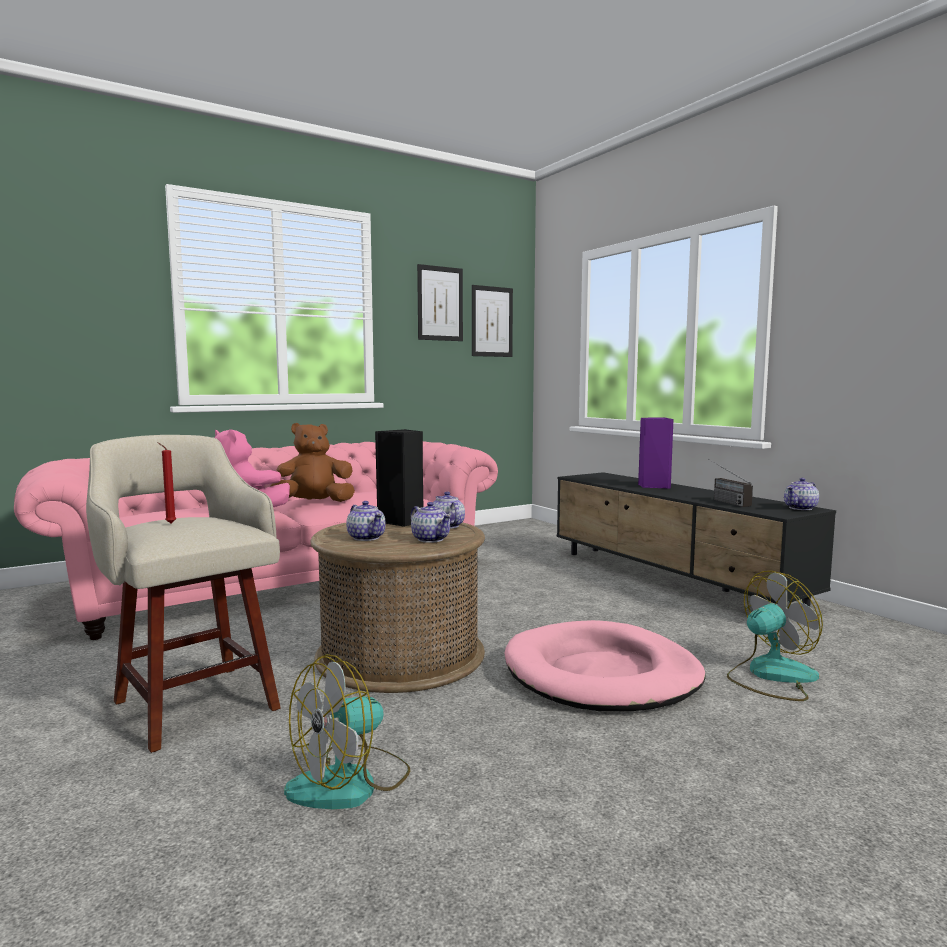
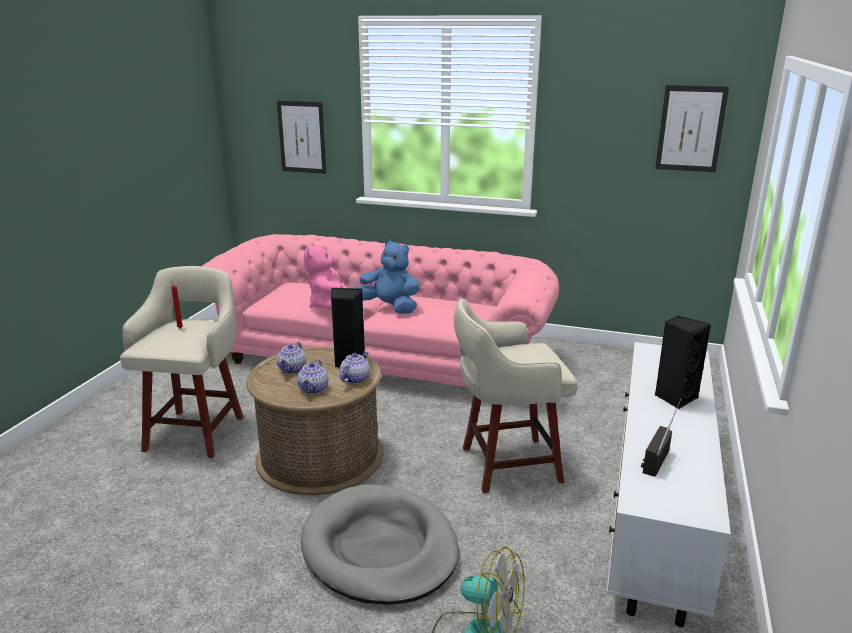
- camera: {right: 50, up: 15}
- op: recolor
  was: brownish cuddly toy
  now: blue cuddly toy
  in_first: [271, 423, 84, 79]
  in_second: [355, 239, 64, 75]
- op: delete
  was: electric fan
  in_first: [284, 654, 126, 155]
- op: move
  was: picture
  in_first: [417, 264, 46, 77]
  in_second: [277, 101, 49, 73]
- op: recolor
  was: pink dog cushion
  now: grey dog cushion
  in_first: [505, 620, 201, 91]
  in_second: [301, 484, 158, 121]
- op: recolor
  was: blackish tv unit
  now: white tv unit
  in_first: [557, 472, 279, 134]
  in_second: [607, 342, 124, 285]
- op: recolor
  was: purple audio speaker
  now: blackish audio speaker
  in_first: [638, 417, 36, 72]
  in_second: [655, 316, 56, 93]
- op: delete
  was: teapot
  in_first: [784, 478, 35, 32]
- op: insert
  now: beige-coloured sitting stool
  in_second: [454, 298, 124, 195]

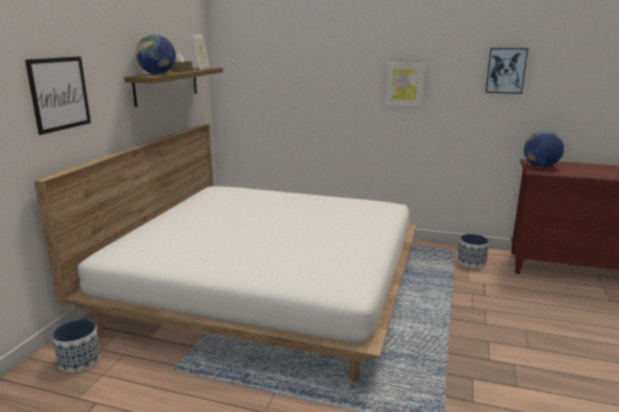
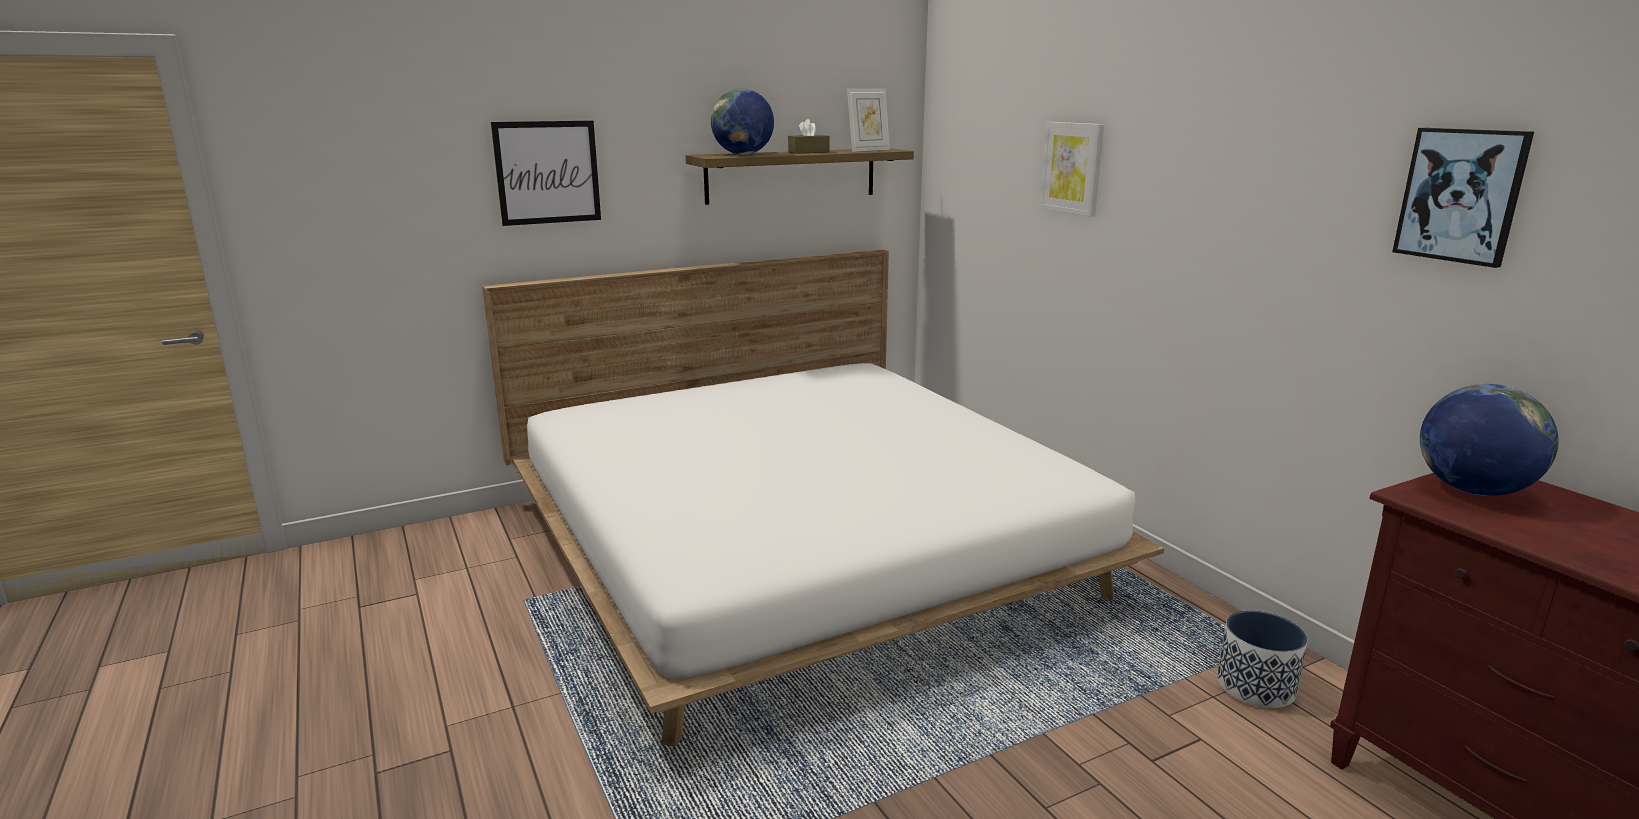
- camera: {right: 45, up: 0}
- op: delete
  was: flower pot
  in_first: [52, 319, 49, 53]
- op: move
  was: picture
  in_first: [385, 63, 40, 44]
  in_second: [1039, 122, 65, 95]

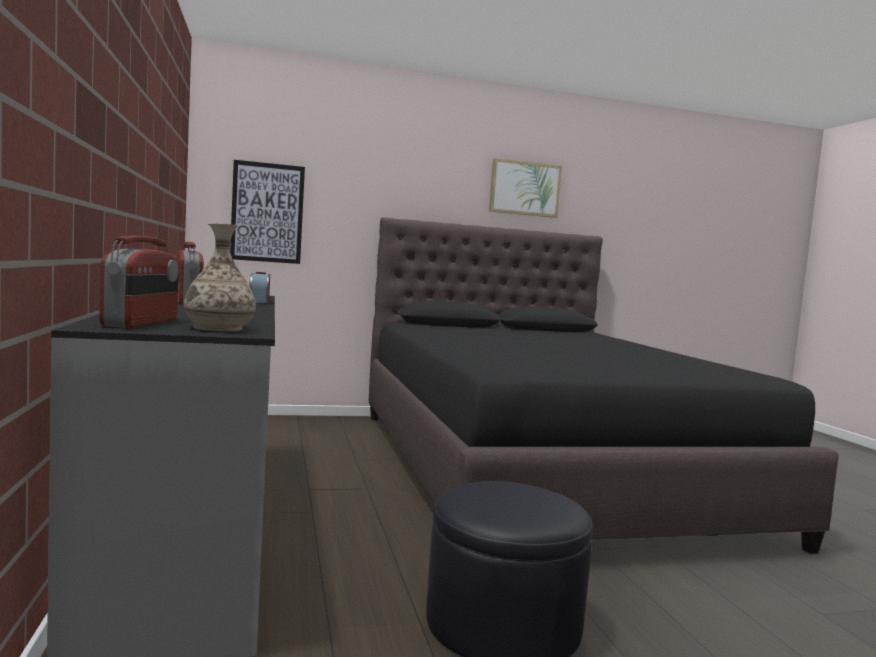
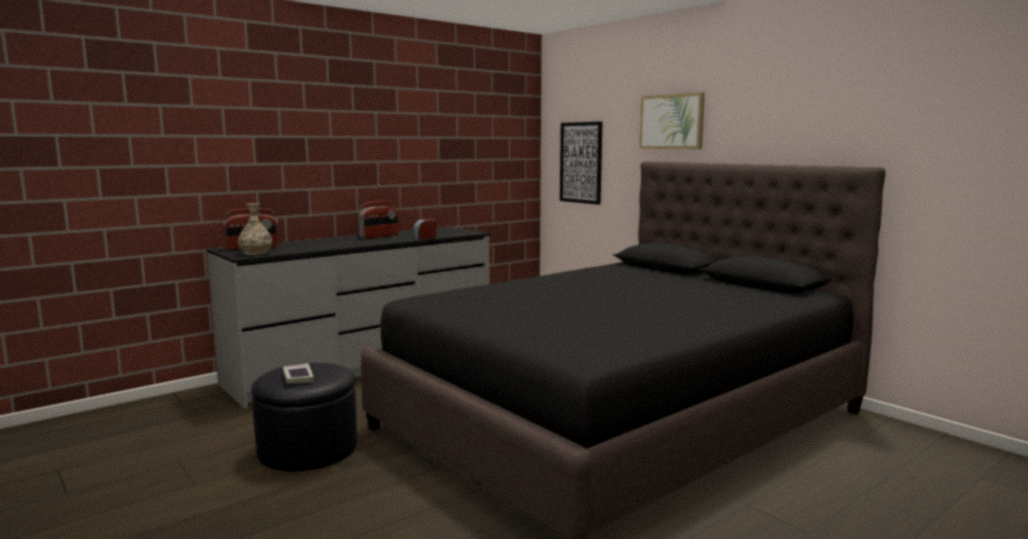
- camera: {right: 65, up: 5}
- op: move
  was: picture
  in_first: [489, 158, 73, 60]
  in_second: [639, 92, 66, 57]
- op: insert
  now: bound book
  in_second: [283, 363, 31, 21]

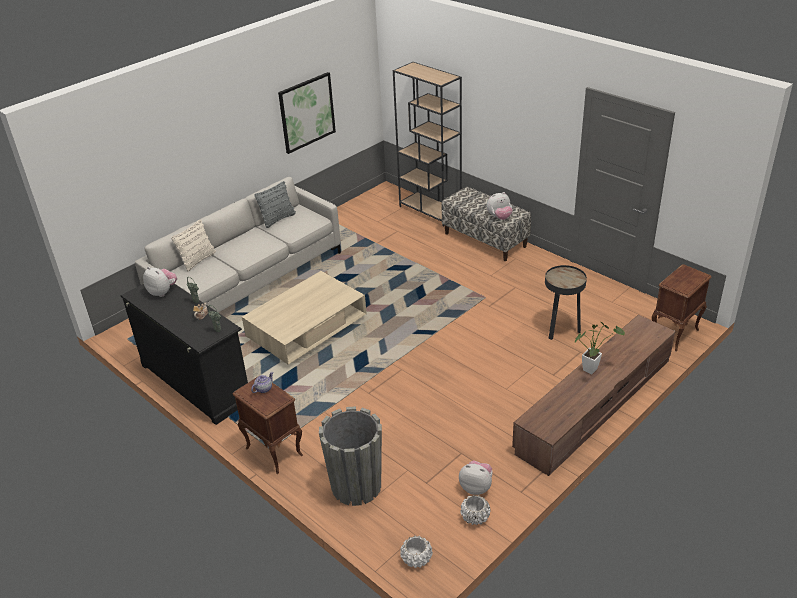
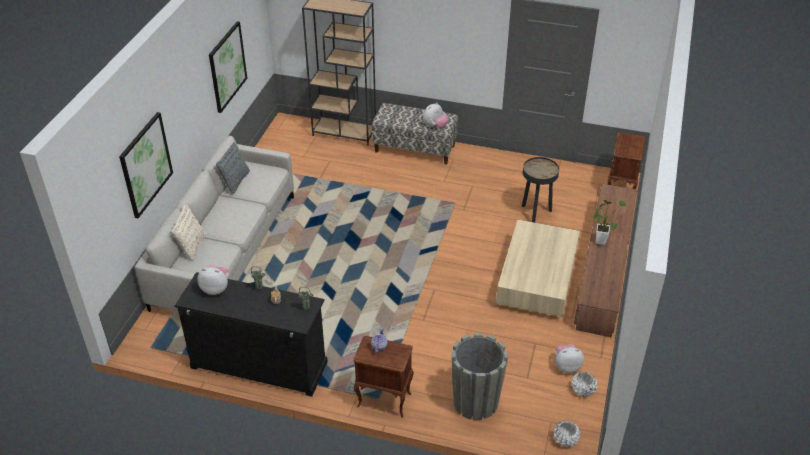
- camera: {right: -30, up: 5}
- op: move
  was: beige-coloured lounge table
  in_first: [242, 271, 125, 93]
  in_second: [496, 219, 84, 98]
- op: insert
  now: picture
  in_second: [119, 112, 54, 106]

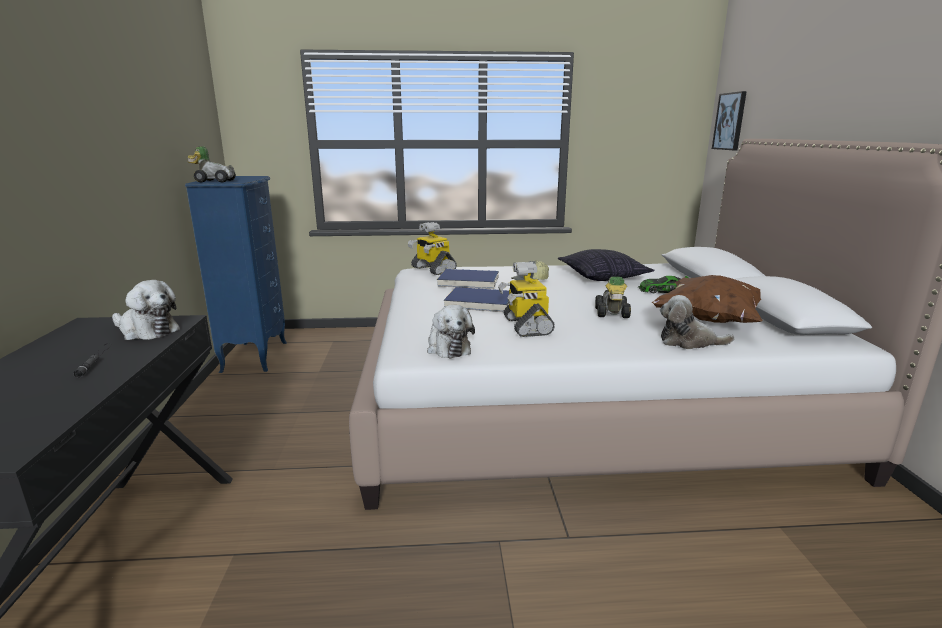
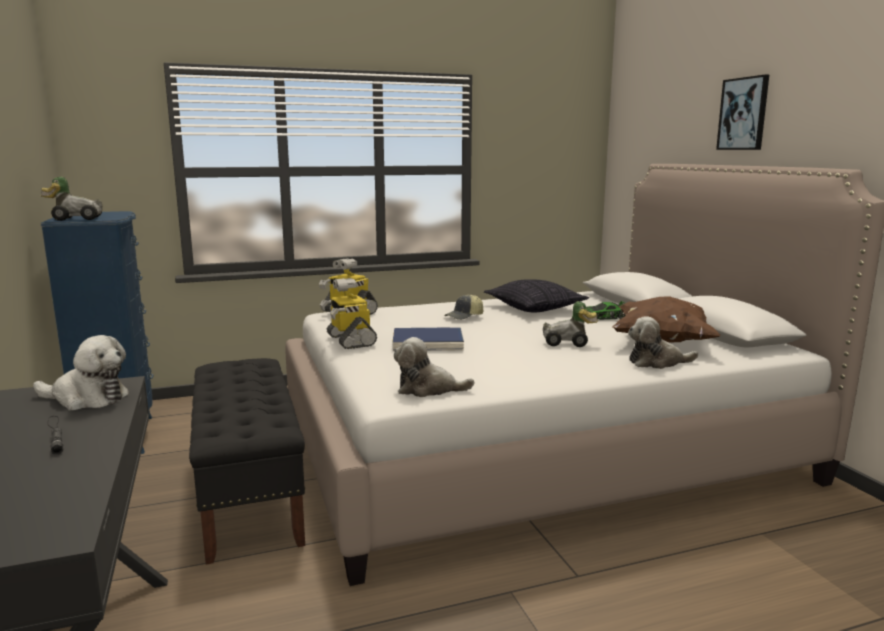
- camera: {right: -15, up: -5}
- op: rotate
  was: cuddly toy
  in_first: [427, 305, 48, 53]
  in_second: [394, 337, 80, 60]
  clockwise: 135
- op: delete
  was: blue bound book
  in_first: [437, 269, 62, 20]
- op: move
  was: model robot
  in_first: [498, 262, 57, 75]
  in_second: [320, 278, 57, 71]
- op: rotate
  was: model car
  in_first: [595, 277, 36, 41]
  in_second: [543, 301, 55, 46]
  clockwise: -75
- op: move
  was: picture
  in_first: [712, 91, 35, 59]
  in_second: [716, 74, 53, 76]
- op: insert
  now: blackish indoor bench
  in_second: [189, 358, 116, 206]

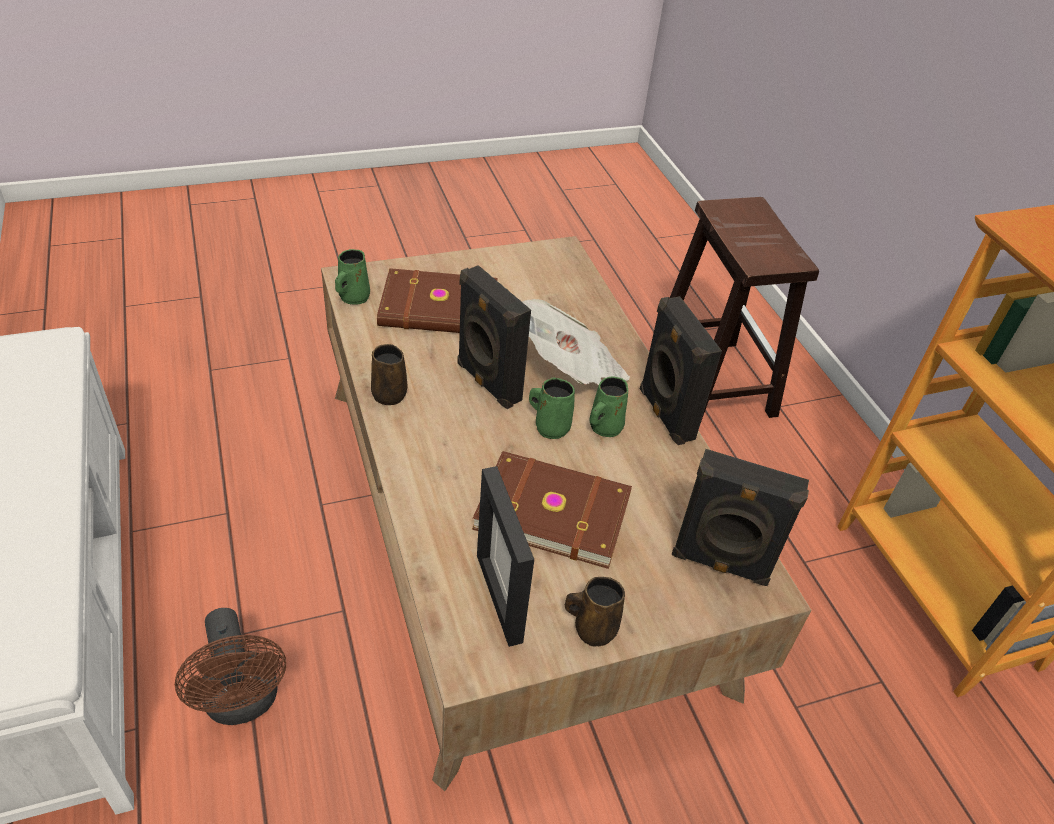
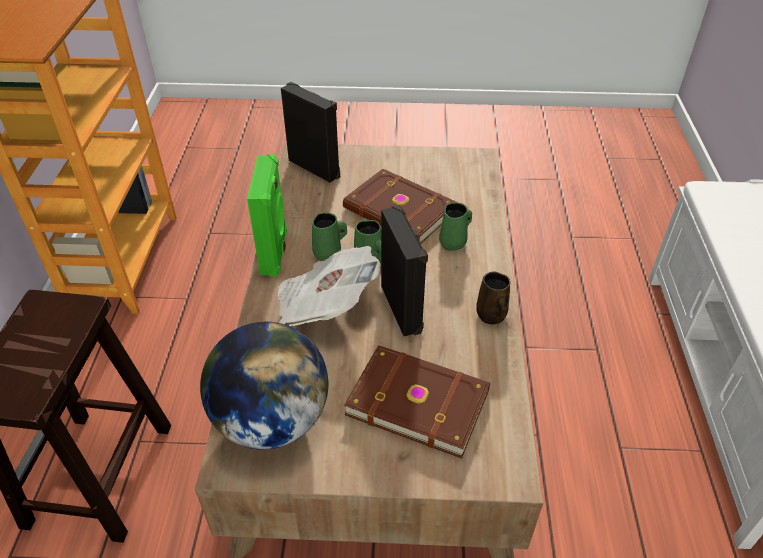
- camera: {right: -155, up: 0}
- op: delete
  was: brownish electric fan
  in_first: [175, 608, 111, 117]
- op: move
  was: green mug
  in_first: [335, 249, 35, 56]
  in_second: [439, 202, 33, 49]
- op: delete
  was: standing frame
  in_first: [477, 466, 57, 181]
- op: delete
  was: brownish mug
  in_first: [565, 577, 60, 70]
- op: recolor
  was: blackish audio speaker
  now: green audio speaker
  in_first: [640, 296, 82, 149]
  in_second: [247, 154, 40, 123]
- op: insert
  now: globe
  in_second: [200, 322, 128, 128]

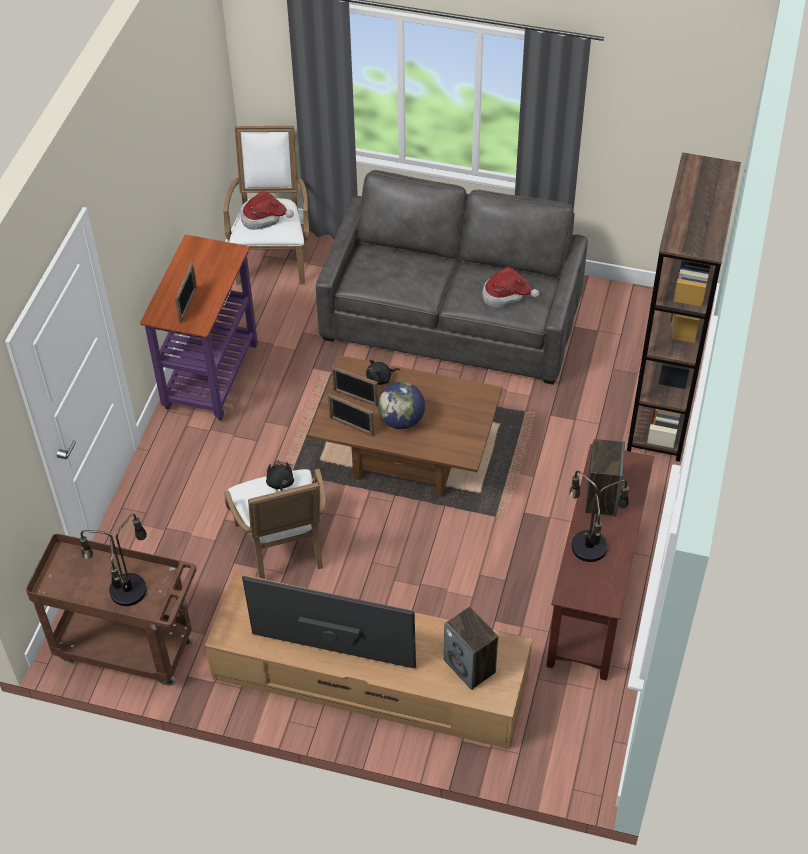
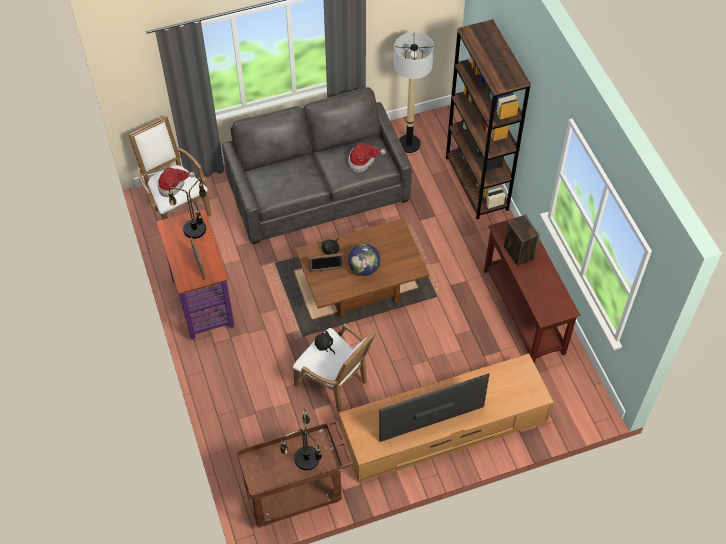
- camera: {right: -35, up: 5}
- op: delete
  was: standing frame
  in_first: [328, 393, 46, 43]
- op: delete
  was: audio speaker
  in_first: [444, 607, 54, 83]
- op: move
  was: tabletop lamp
  in_first: [570, 471, 59, 91]
  in_second: [168, 180, 38, 59]
- op: insert
  now: standing lamp
  in_second: [394, 32, 40, 121]

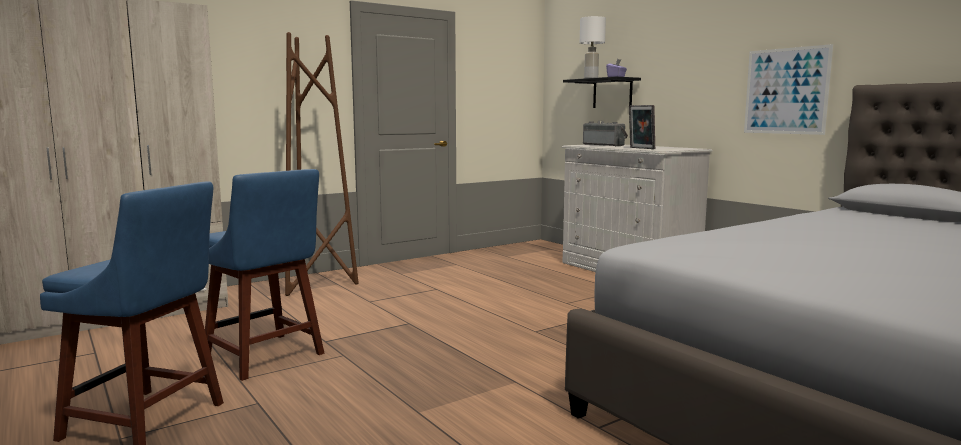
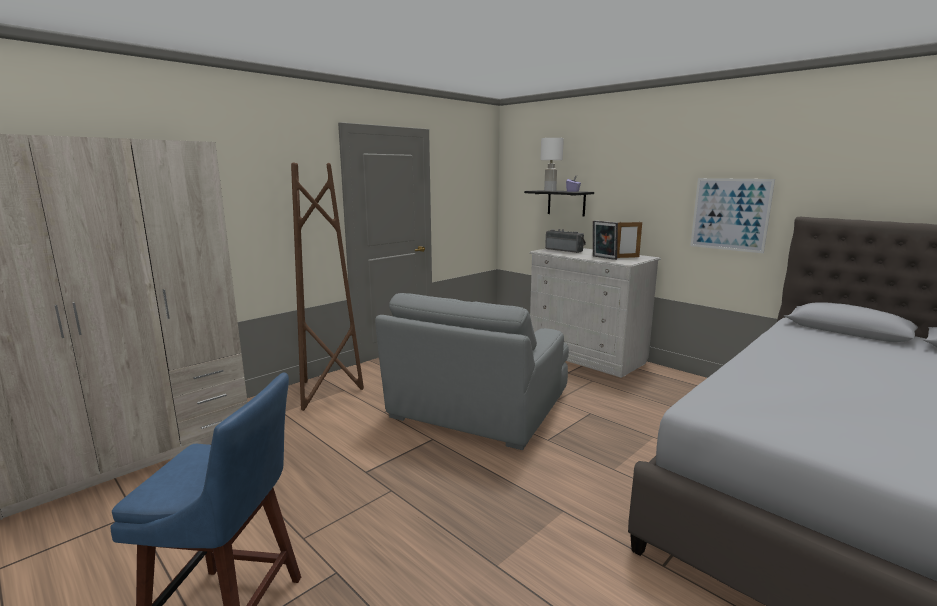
- camera: {right: -10, up: 5}
- op: delete
  was: blue chair
  in_first: [205, 169, 120, 212]
- op: insert
  now: grey armchair
  in_second: [375, 293, 194, 157]
- op: insert
  now: standing frame
  in_second: [617, 221, 25, 37]

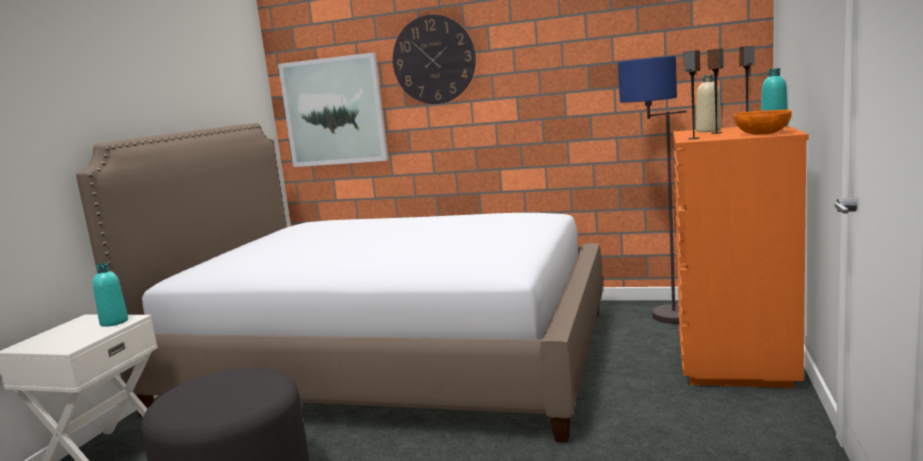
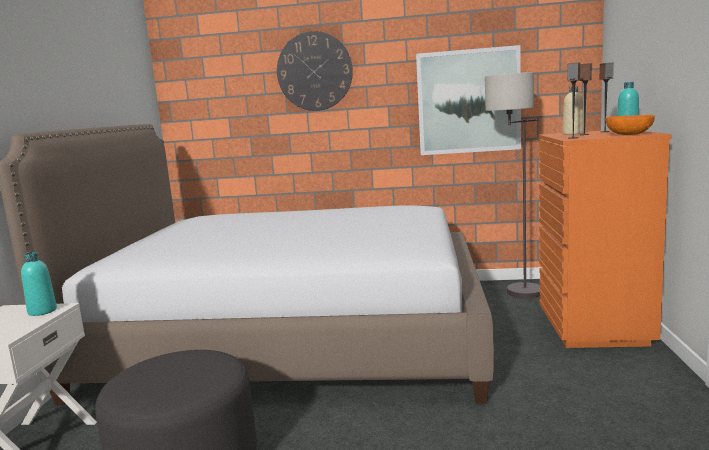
- camera: {right: -10, up: 0}
- op: move
  was: picture
  in_first: [278, 52, 110, 115]
  in_second: [416, 45, 105, 110]
- op: recolor
  was: blue standing lamp
  now: grey standing lamp
  in_first: [618, 56, 69, 268]
  in_second: [485, 72, 55, 226]

